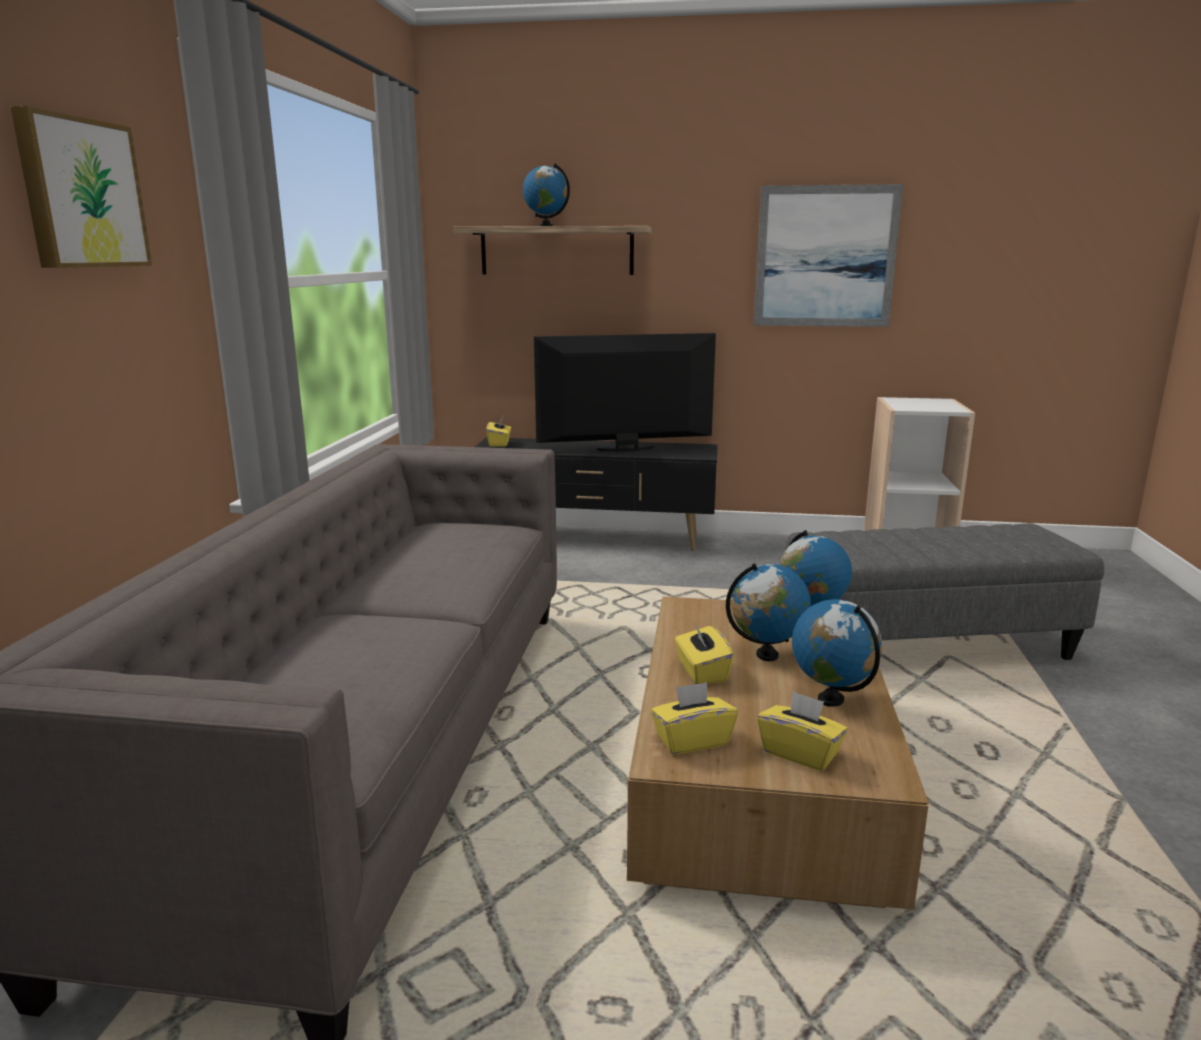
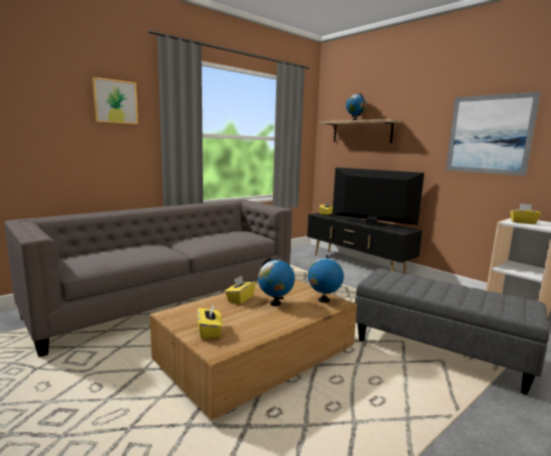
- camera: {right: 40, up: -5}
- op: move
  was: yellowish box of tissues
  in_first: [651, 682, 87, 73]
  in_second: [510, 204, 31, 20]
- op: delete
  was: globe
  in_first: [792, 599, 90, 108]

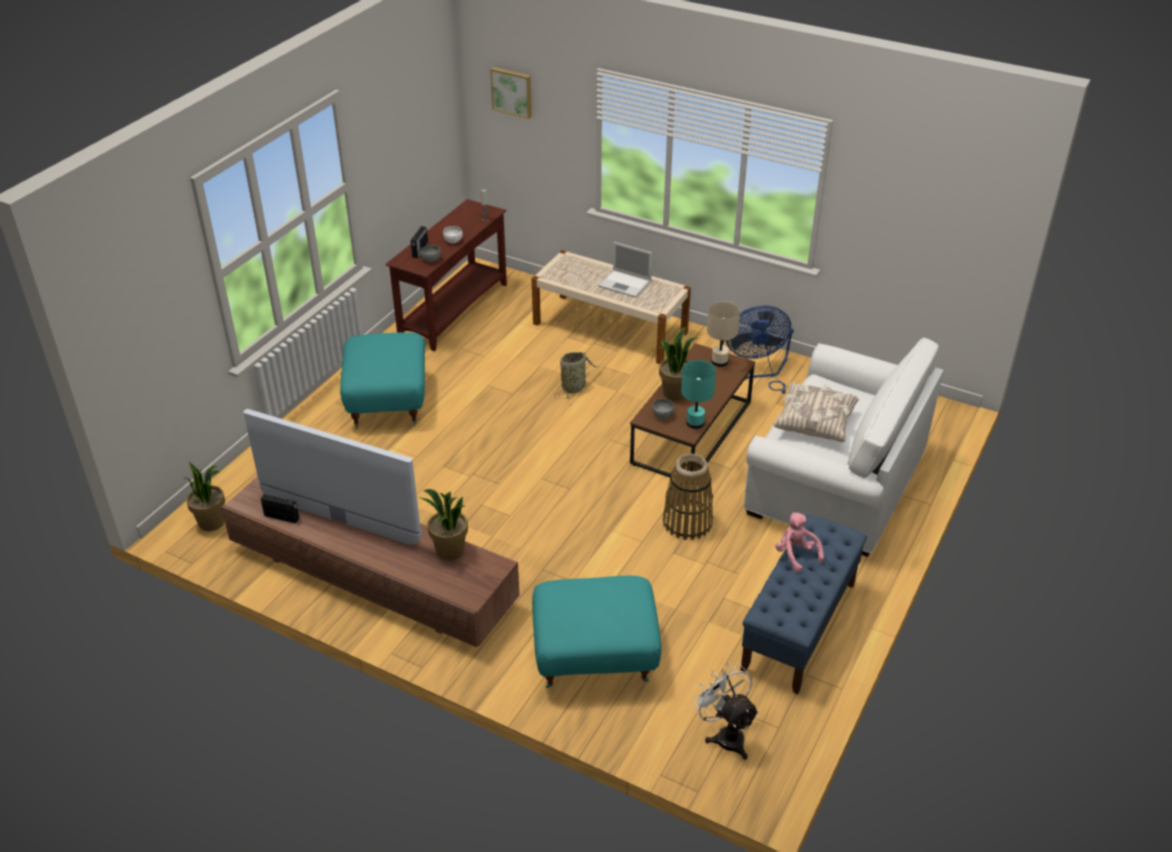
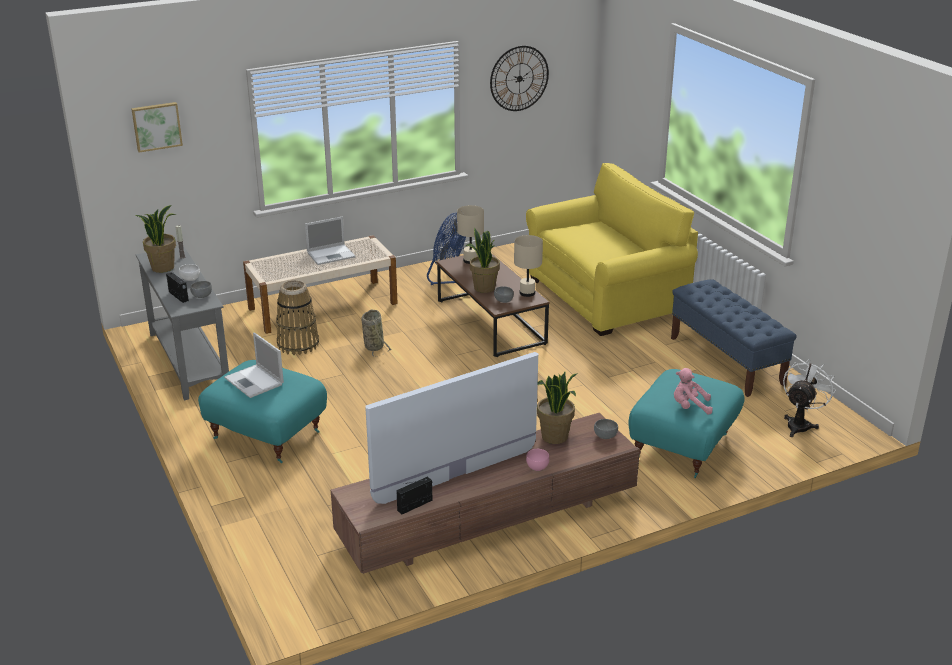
- camera: {right: -55, up: -10}
- op: move
  was: potted plant
  in_first: [184, 462, 41, 69]
  in_second: [135, 205, 41, 68]
- op: recolor
  was: brownish console table
  now: grey console table
  in_first: [386, 199, 121, 152]
  in_second: [136, 246, 93, 155]
- op: move
  was: household basket
  in_first: [663, 454, 50, 86]
  in_second: [276, 280, 43, 75]
- op: recolor
  was: turquoise-coloured tabletop lamp
  now: beige-coloured tabletop lamp
  in_first: [681, 360, 35, 69]
  in_second: [514, 235, 29, 62]
- op: rotate
  was: white electric fan
  in_first: [691, 663, 68, 97]
  in_second: [783, 359, 53, 78]
  clockwise: 120
- op: recolor
  was: white couch
  now: yellowish couch
  in_first: [744, 337, 200, 220]
  in_second: [526, 163, 172, 173]
- op: delete
  was: beige-coloured pillow
  in_first: [774, 383, 85, 59]
- op: move
  was: pink cuddly toy
  in_first: [775, 512, 49, 61]
  in_second: [674, 368, 39, 47]
- op: insert
  now: laptop
  in_second: [224, 333, 60, 65]
- op: insert
  now: hanging clock
  in_second: [490, 46, 59, 65]
- op: insert
  now: pink deep dish
  in_second: [526, 449, 23, 22]
- op: insert
  now: grey deep dish
  in_second: [594, 419, 24, 20]

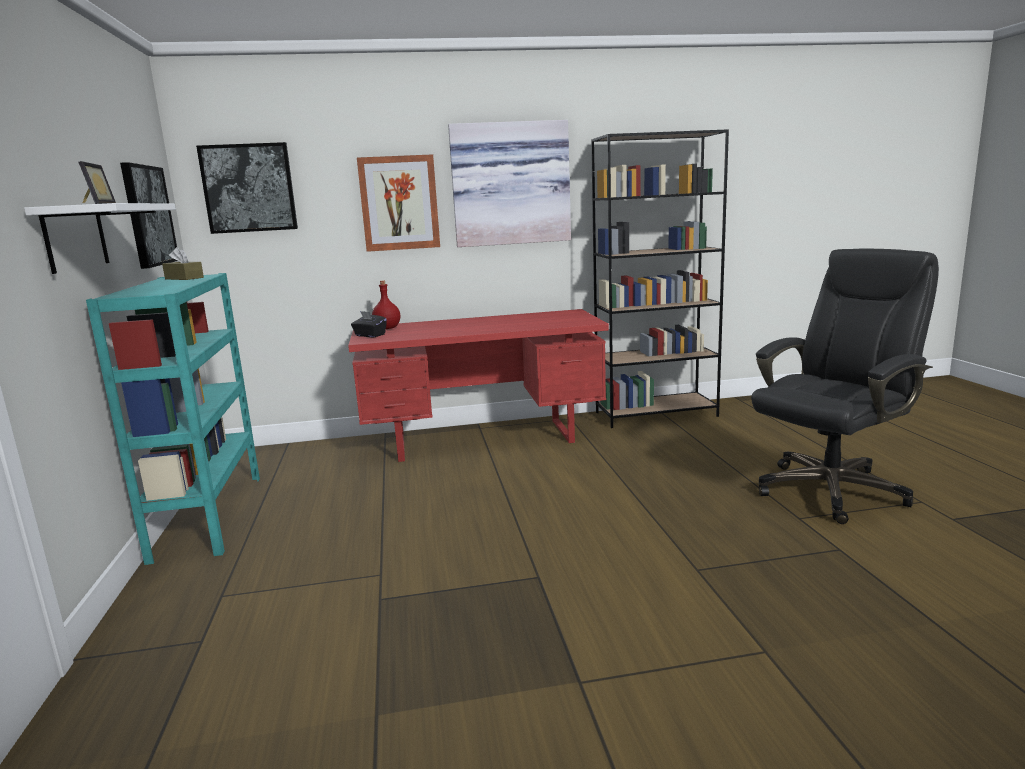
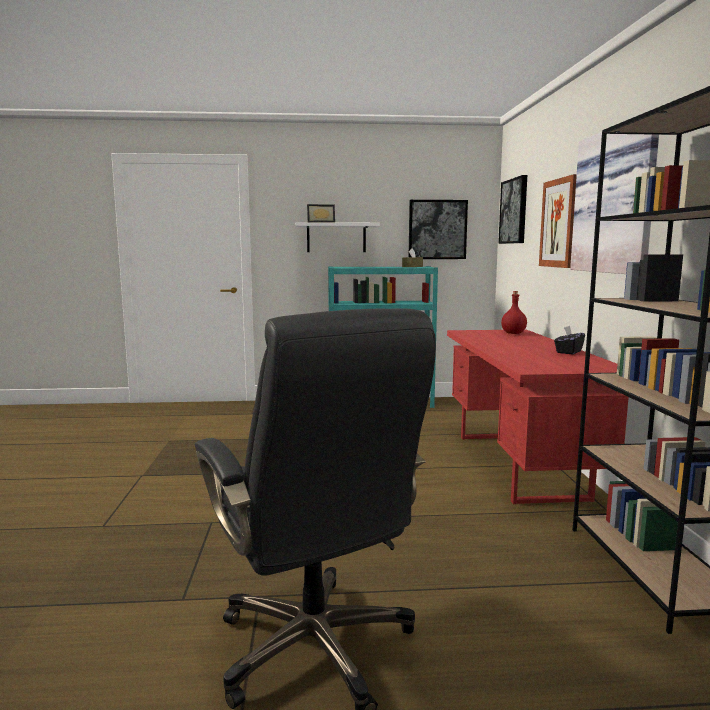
- camera: {right: 95, up: -5}
- op: move
  was: blackish box of tissues
  in_first: [351, 311, 36, 26]
  in_second: [554, 326, 31, 28]

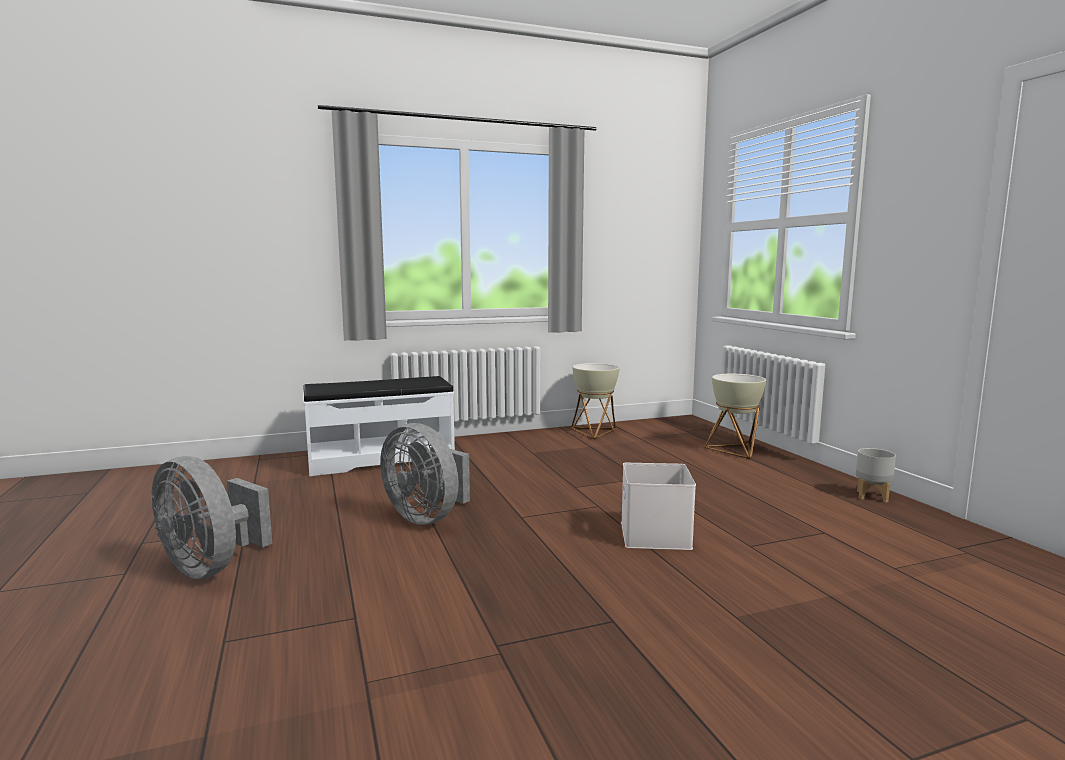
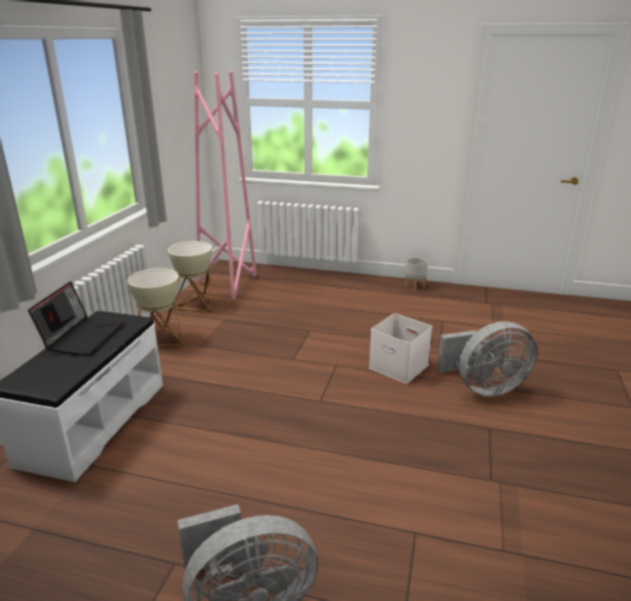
- camera: {right: -55, up: 15}
- op: move
  was: grey electric fan
  in_first: [380, 423, 90, 102]
  in_second: [437, 321, 100, 75]
- op: move
  was: flower pot
  in_first: [704, 374, 63, 85]
  in_second: [127, 268, 58, 79]
- op: insert
  now: laptop
  in_second: [28, 281, 96, 74]
- op: insert
  now: pink garment rack
  in_second: [194, 71, 63, 229]

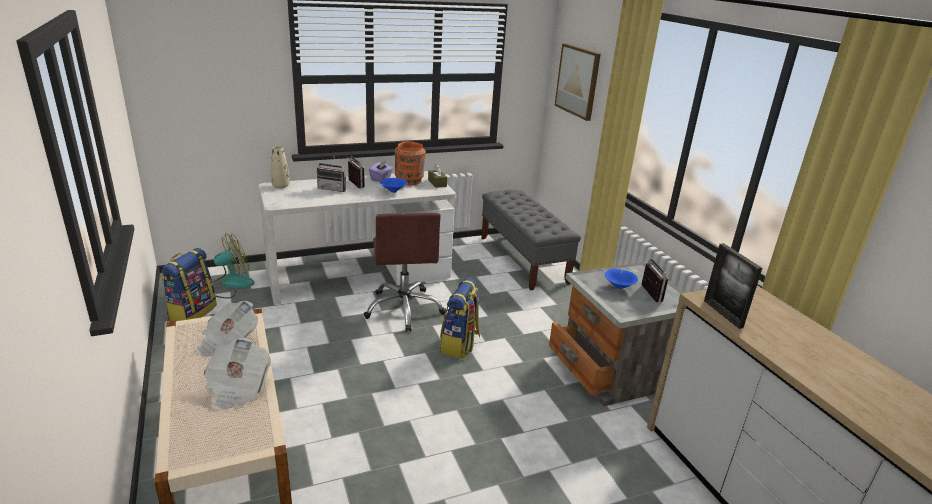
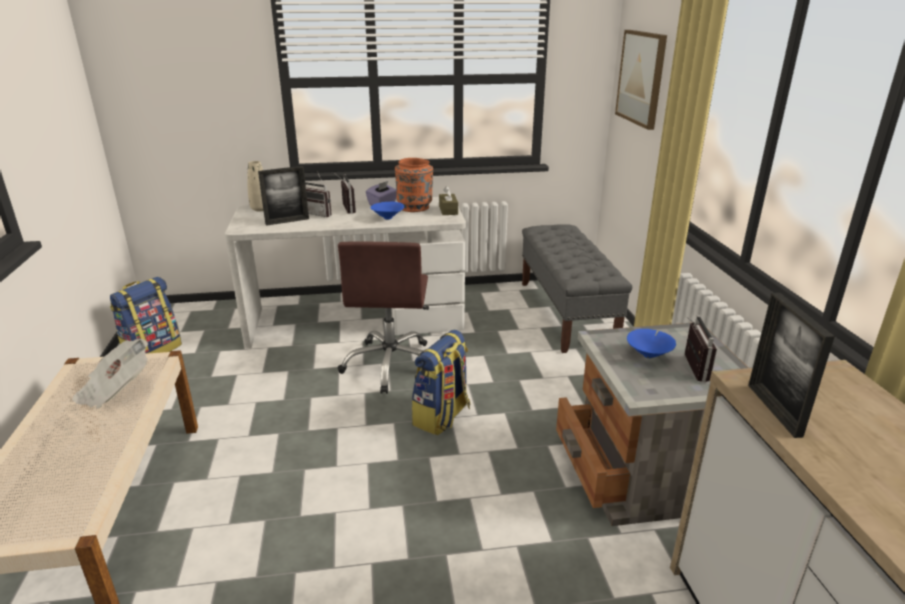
- camera: {right: 15, up: 0}
- op: delete
  was: daily paper
  in_first: [203, 338, 68, 73]
- op: delete
  was: electric fan
  in_first: [214, 233, 41, 65]
- op: insert
  now: standing frame
  in_second: [258, 166, 51, 60]

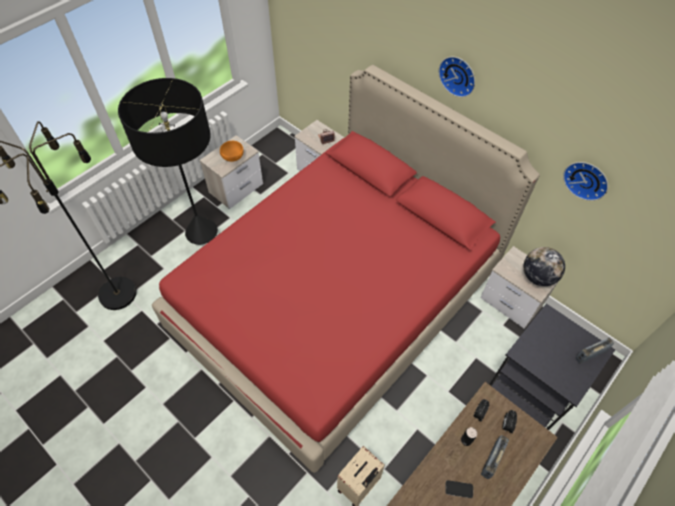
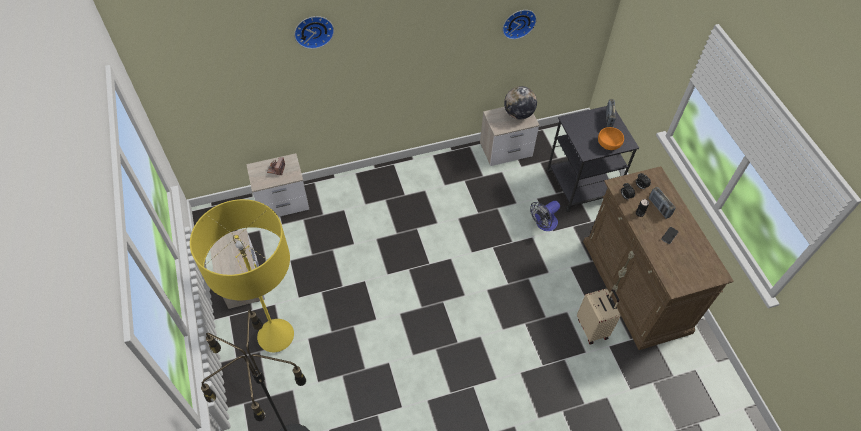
- camera: {right: -60, up: 0}
- op: recolor
  was: blackish standing lamp
  now: yellowish standing lamp
  in_first: [118, 78, 100, 167]
  in_second: [190, 199, 104, 153]
- op: delete
  was: red sleeping bed
  in_first: [152, 65, 388, 408]
- op: move
  was: orange-coloured deep dish
  in_first: [220, 141, 24, 21]
  in_second: [598, 127, 26, 23]
- op: move
  was: hanging clock
  in_first: [439, 57, 36, 40]
  in_second: [294, 16, 40, 33]
- op: insert
  now: electric fan
  in_second: [530, 201, 30, 30]

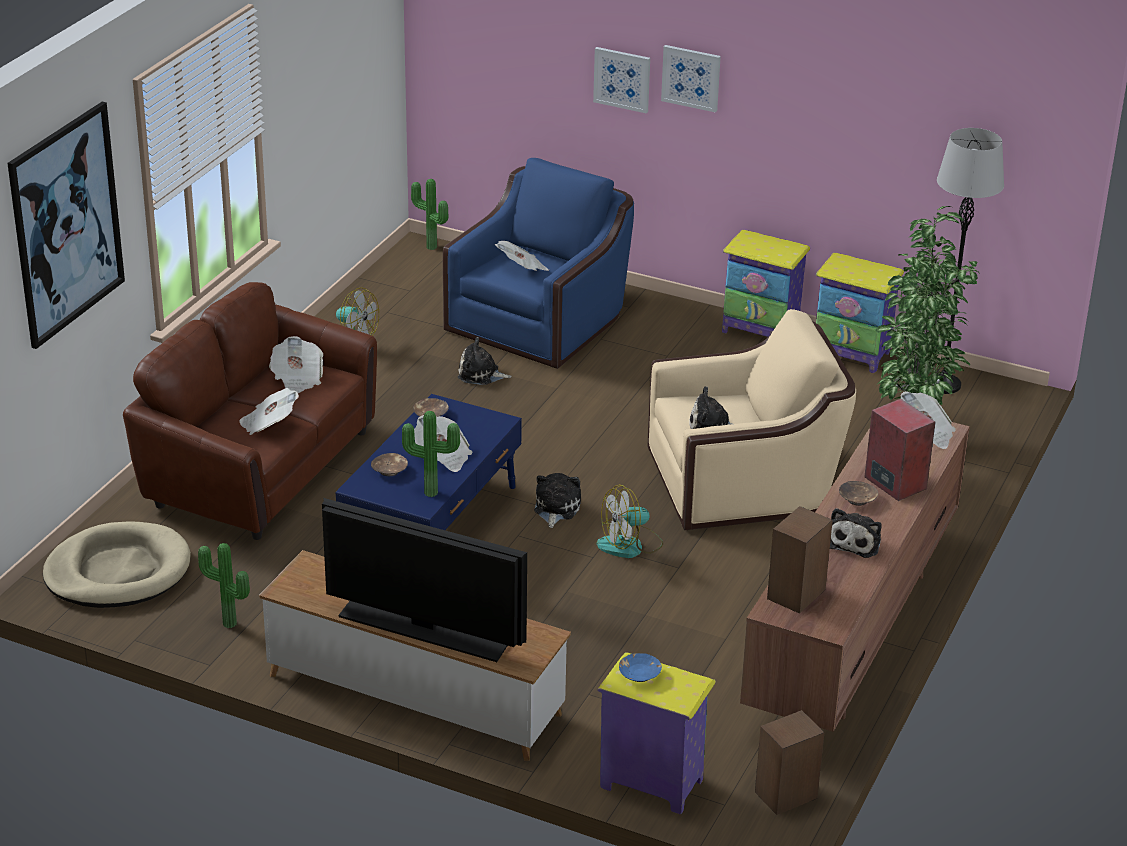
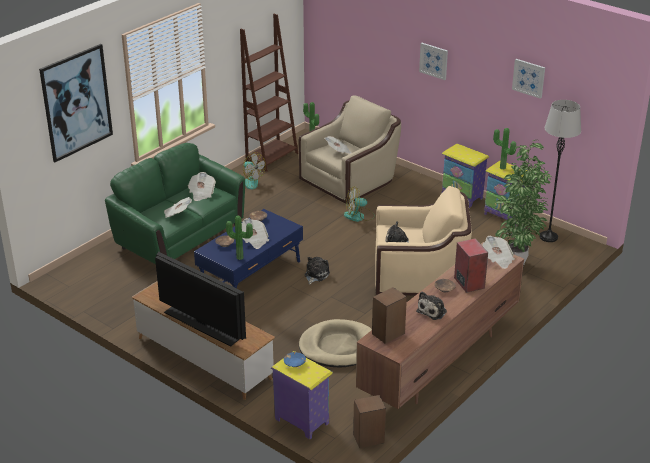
- camera: {right: 15, up: 0}
- op: move
  was: beige-coloured dog cushion
  in_first: [43, 522, 148, 86]
  in_second: [299, 319, 73, 48]
- op: recolor
  was: brownish couch
  now: green couch
  in_first: [123, 282, 254, 258]
  in_second: [105, 143, 140, 121]
- op: move
  was: potted plant
  in_first: [198, 543, 52, 85]
  in_second: [493, 128, 23, 42]
- op: recolor
  was: blue armchair
  now: beige-coloured armchair
  in_first: [443, 158, 191, 211]
  in_second: [299, 95, 102, 110]
- op: delete
  was: cuddly toy
  in_first: [458, 337, 54, 48]
- op: move
  was: picture
  in_first: [593, 47, 57, 66]
  in_second: [512, 59, 33, 40]
- op: move
  was: electric fan
  in_first: [597, 485, 66, 73]
  in_second: [344, 186, 31, 36]
- op: insert
  now: brownish shelving unit
  in_second: [240, 14, 58, 158]

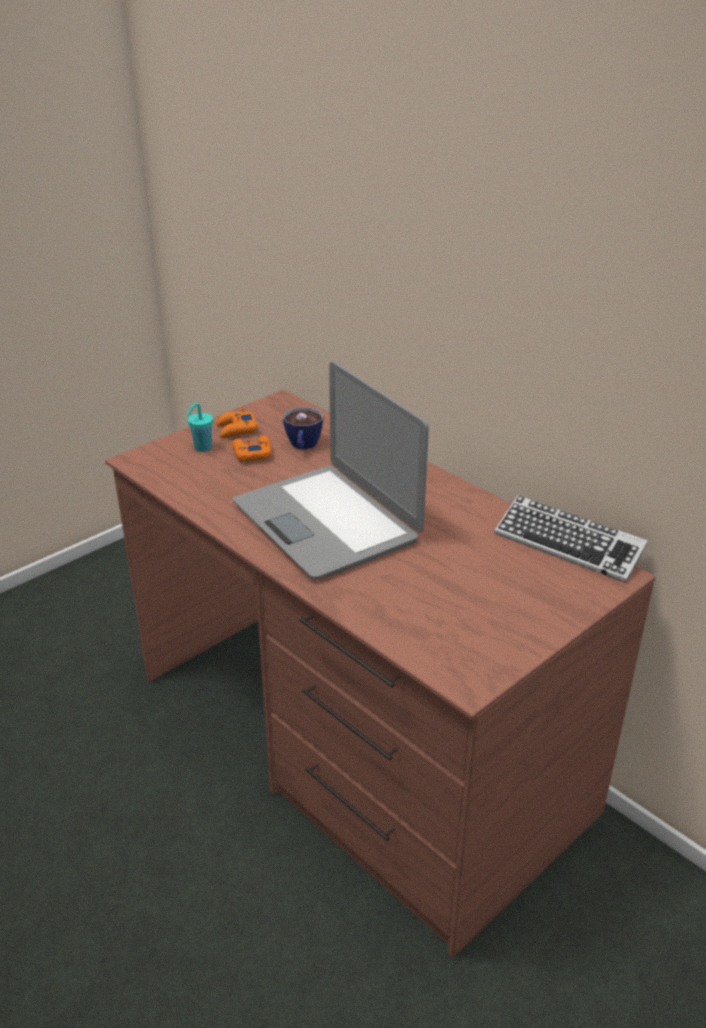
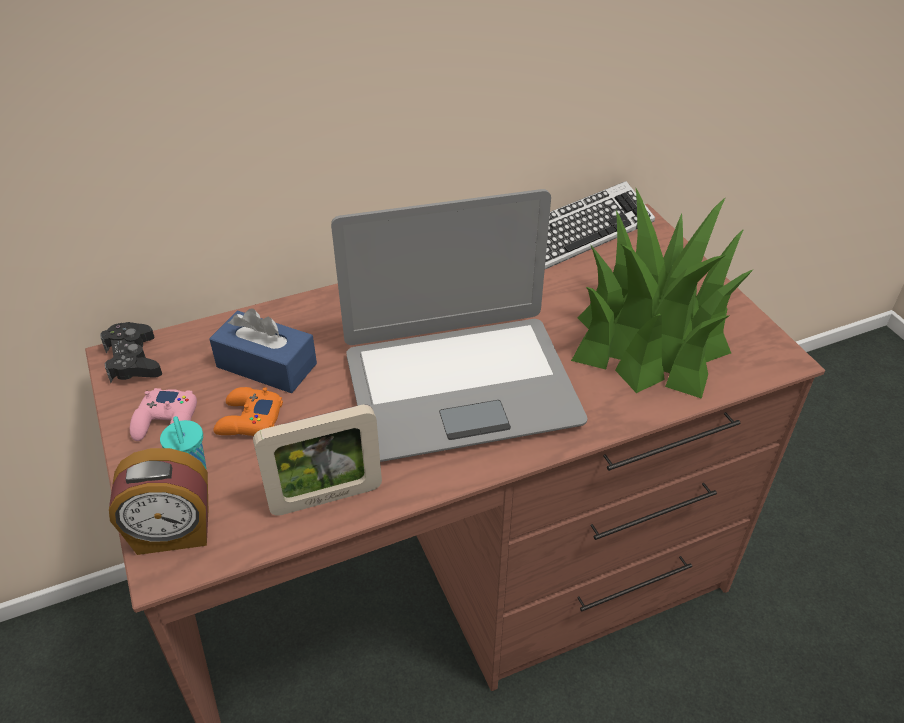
- camera: {right: -70, up: 10}
- op: recolor
  was: orange-coloured gamepad
  now: pink gamepad
  in_first: [216, 408, 42, 30]
  in_second: [130, 388, 67, 53]
- op: replace
  was: cup
  now: blue box of tissues
  in_first: [283, 407, 41, 42]
  in_second: [209, 308, 108, 85]
- op: insert
  now: blackish gamepad
  in_second: [100, 322, 62, 61]
- op: insert
  now: bedside clock
  in_second: [109, 448, 99, 107]
- op: insert
  now: standing frame
  in_second: [253, 404, 129, 111]
- op: insert
  now: potted plant
  in_second: [571, 188, 183, 211]

